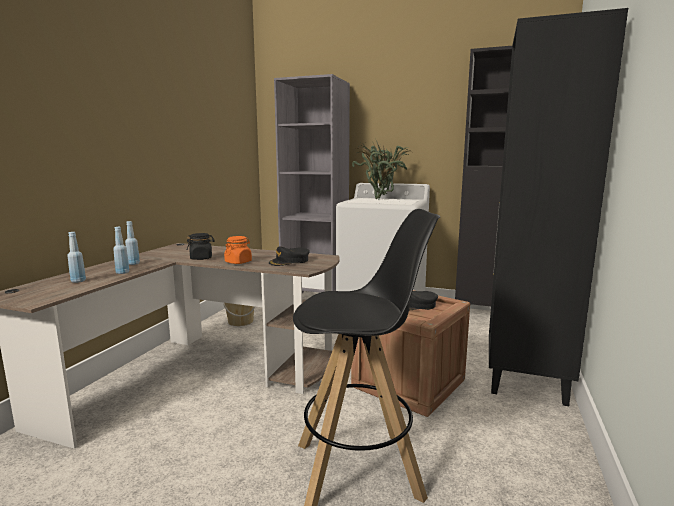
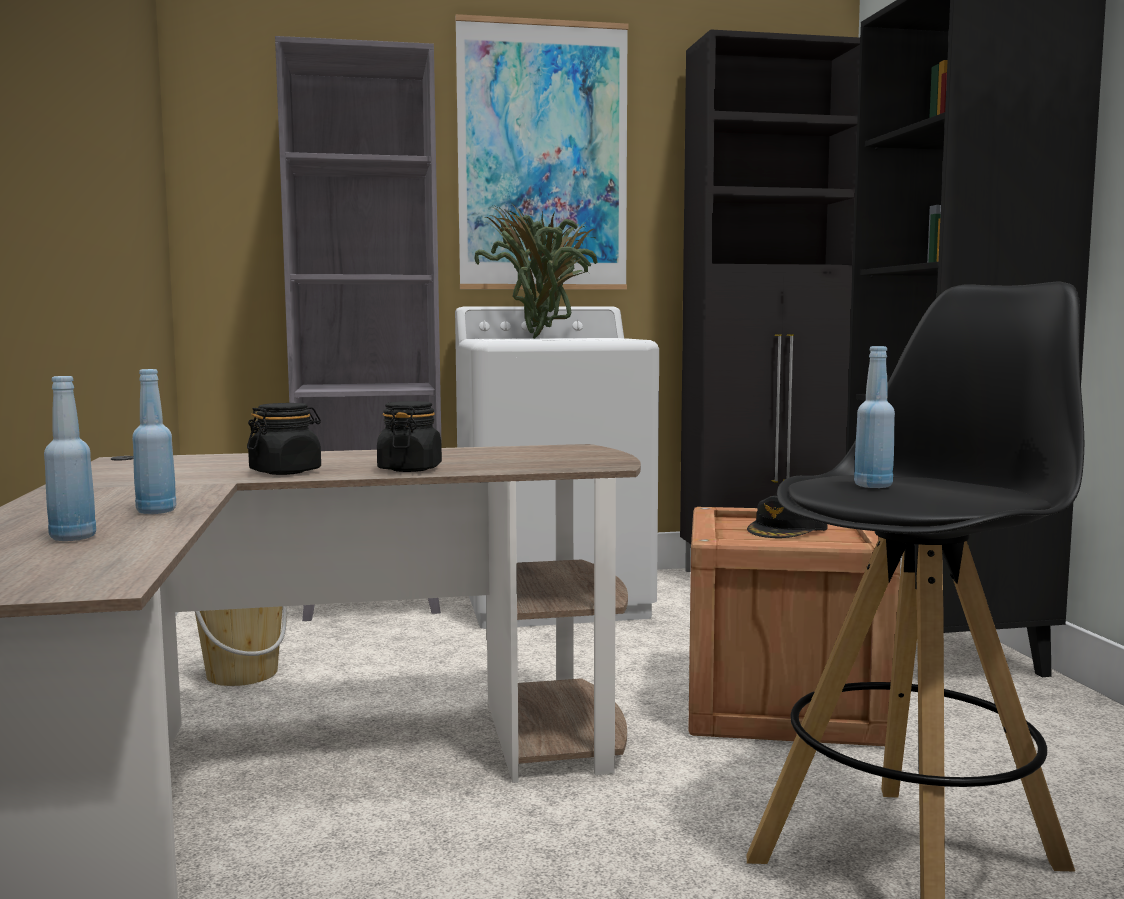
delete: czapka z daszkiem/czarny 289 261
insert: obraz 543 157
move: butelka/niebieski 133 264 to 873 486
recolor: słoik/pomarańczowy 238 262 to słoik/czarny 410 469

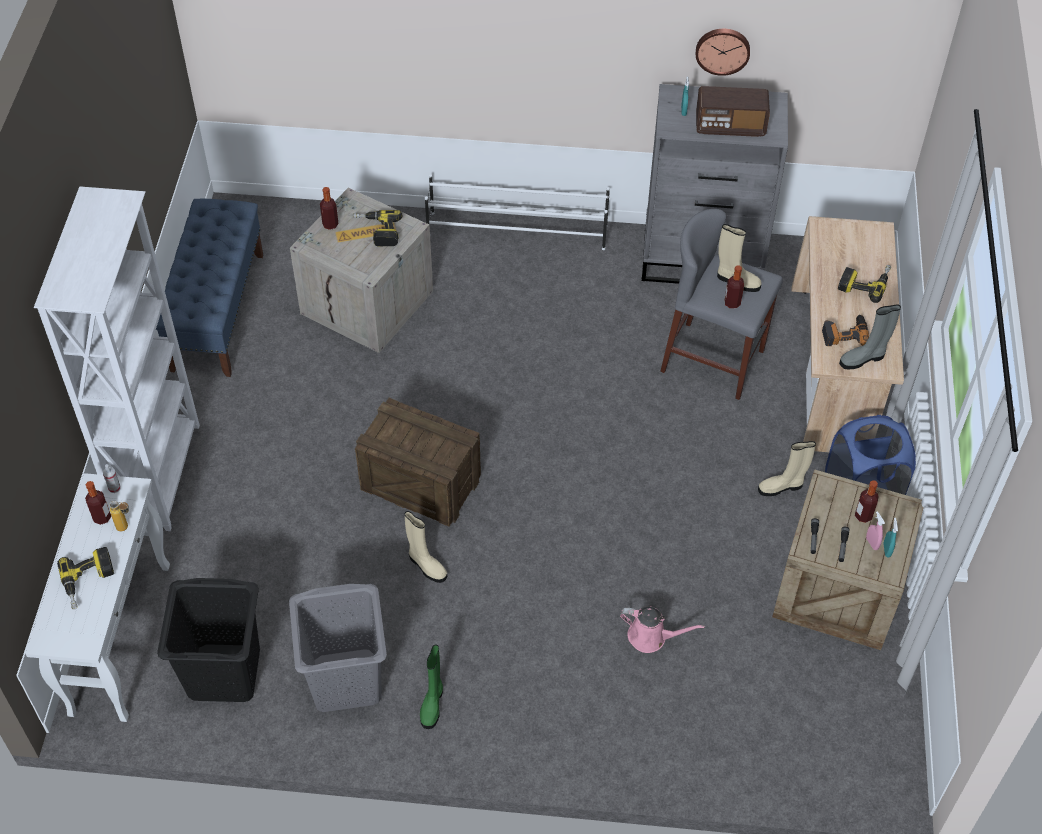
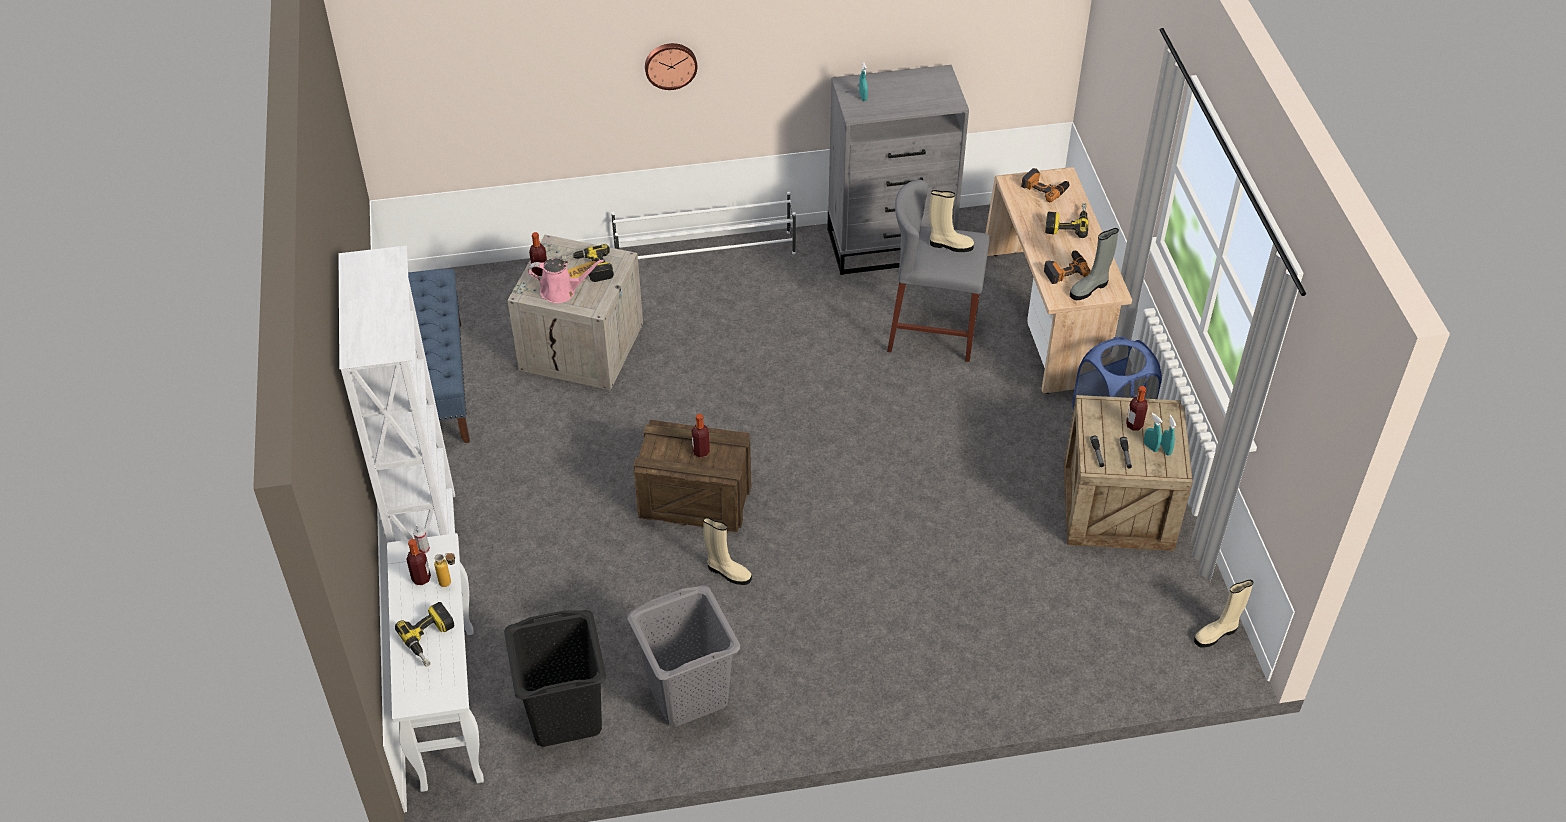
delete: but z cholewką/zielony 432 704; radio 730 126
insert: wiertarka 1045 188
move: konewka/różowy 651 637 to 561 291; zegar ścienny 722 50 to 670 64; butelka 732 303 to 701 452; but z cholewką/beżowy 781 487 to 1217 634
recolor: spryskiwacz/różowy 872 543 to spryskiwacz/turkusowy 1150 447

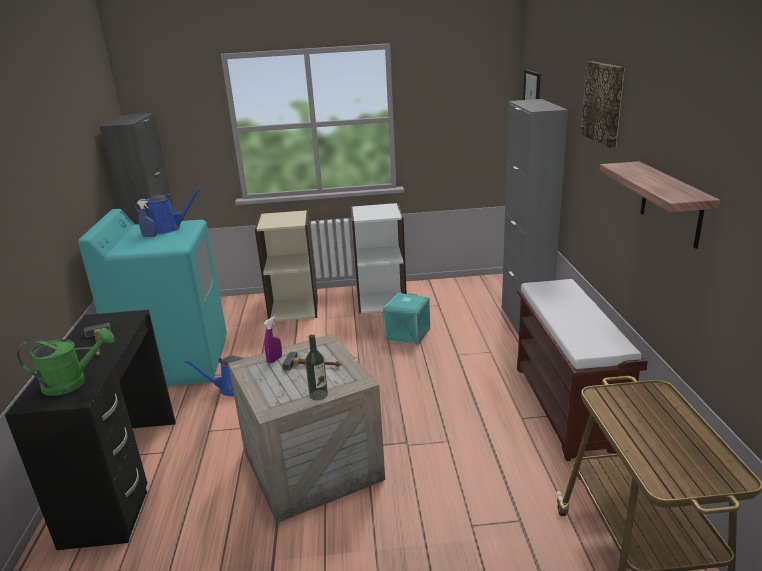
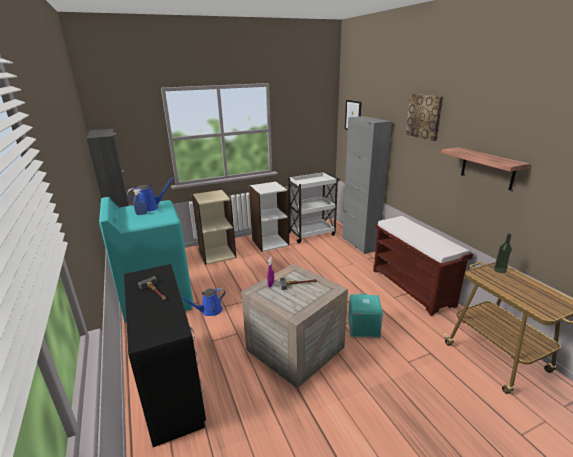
delete: konewka/zielony 73 382
insert: wózek/biały 312 234
move: butelka 318 395 to 500 270; pojemnik do przechowywania/turkusowy 408 334 to 364 327

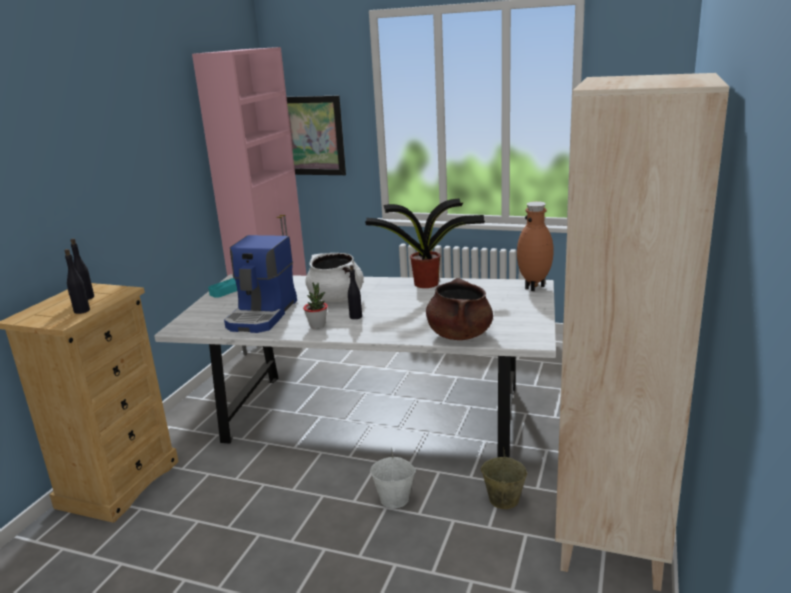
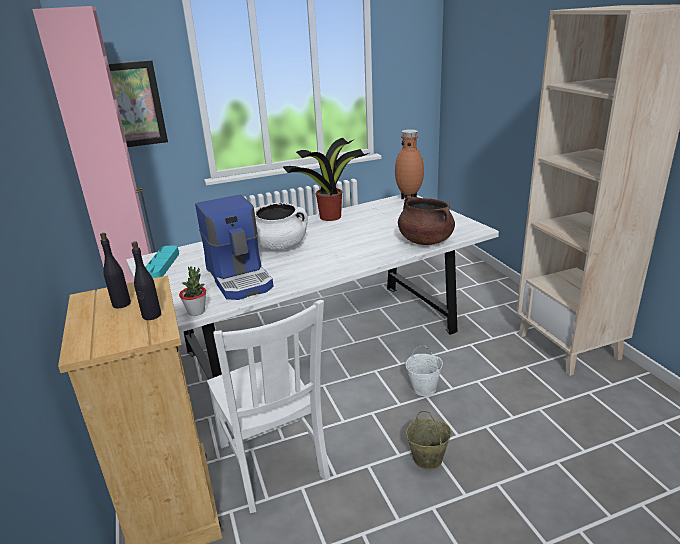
delete: butelka/czarny 355 316
insert: krzesło/biały 274 464
move: roślina doniczkowa 317 325 to 196 312; wiadro/beżowy 503 499 to 427 458

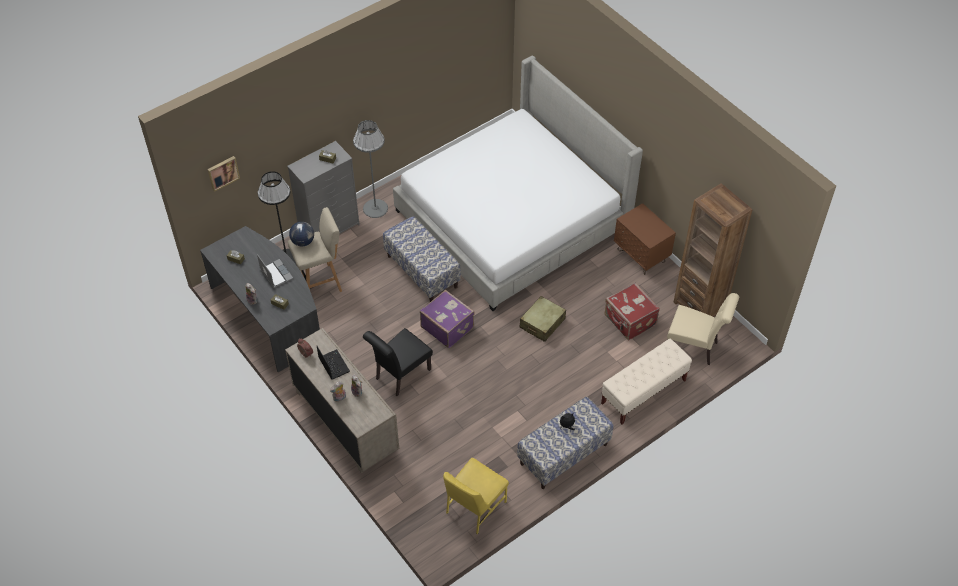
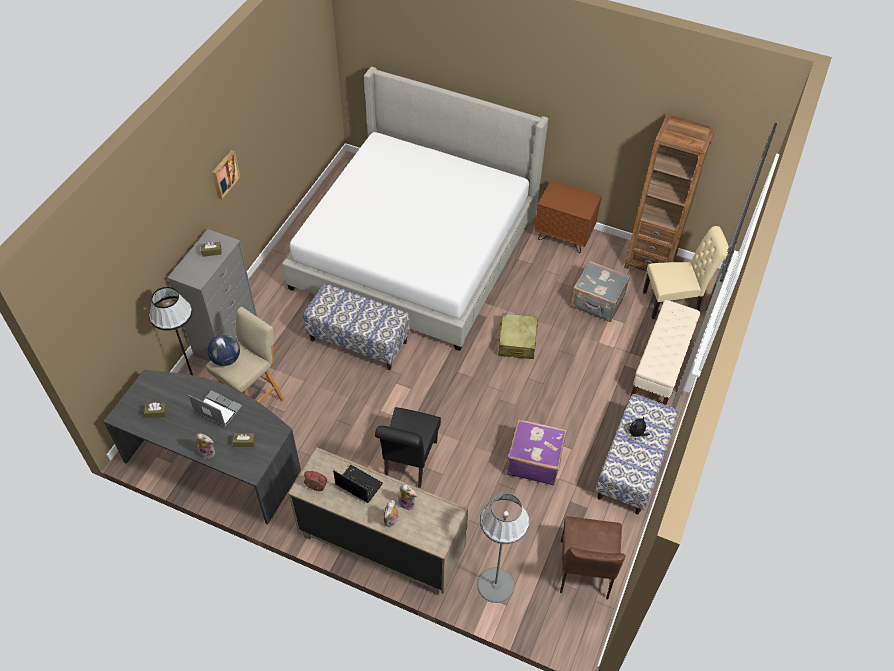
move: obraz 223 172 to 224 174; lampa stojąca/szary 375 208 to 496 585; walizka/fioletowy 447 327 to 534 460
recolor: krzesło/żółty 474 507 to krzesło/brązowy 585 570; walizka/czerwony 629 321 to walizka/szary 597 303

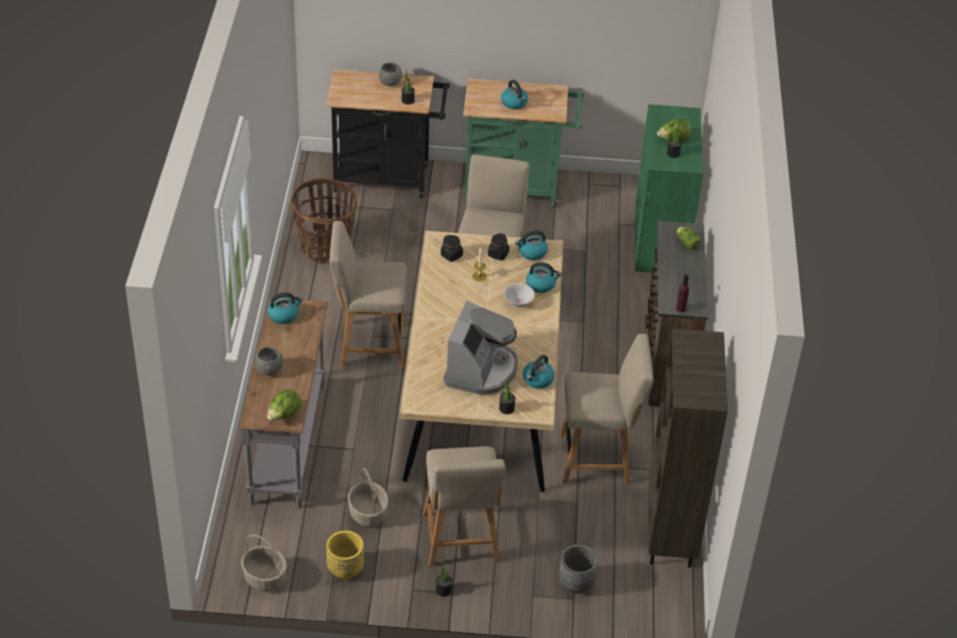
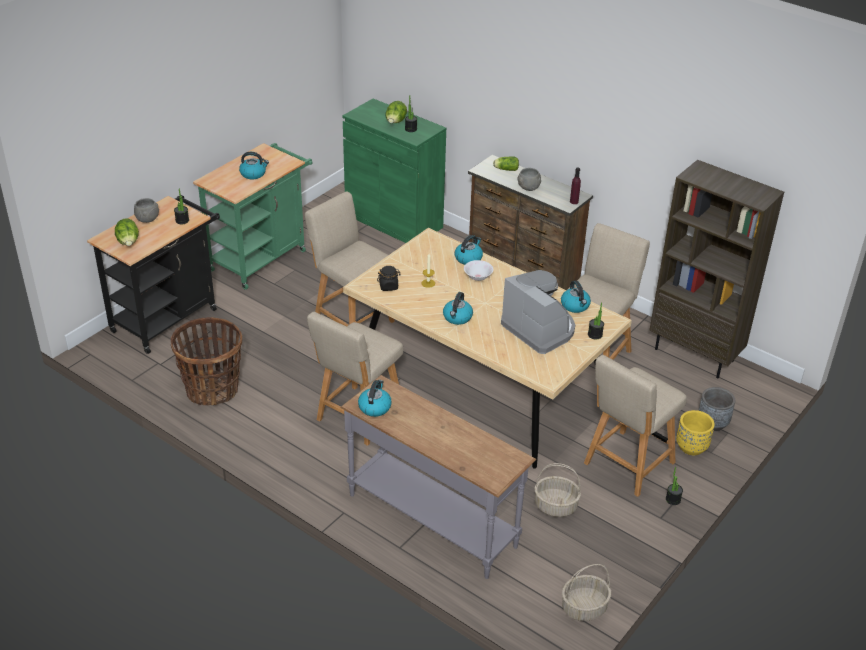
delete: słoik/czarny 498 254
move: miska/szary 269 370 to 528 188; sałata 284 415 to 128 243; donica/żółty 345 569 to 691 447; czajnik 532 253 to 457 318
rotate: krzesło/beżowy 461 541 = 626 465 105 degrees clockwise

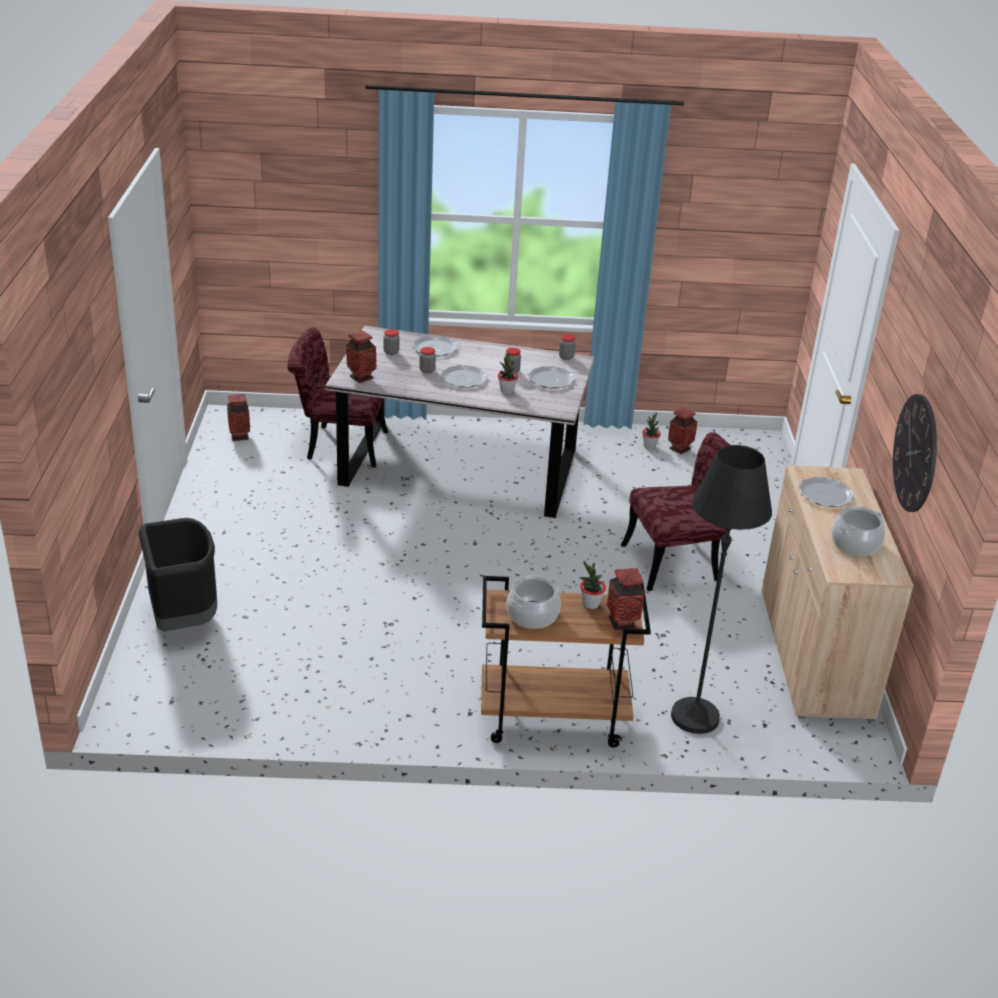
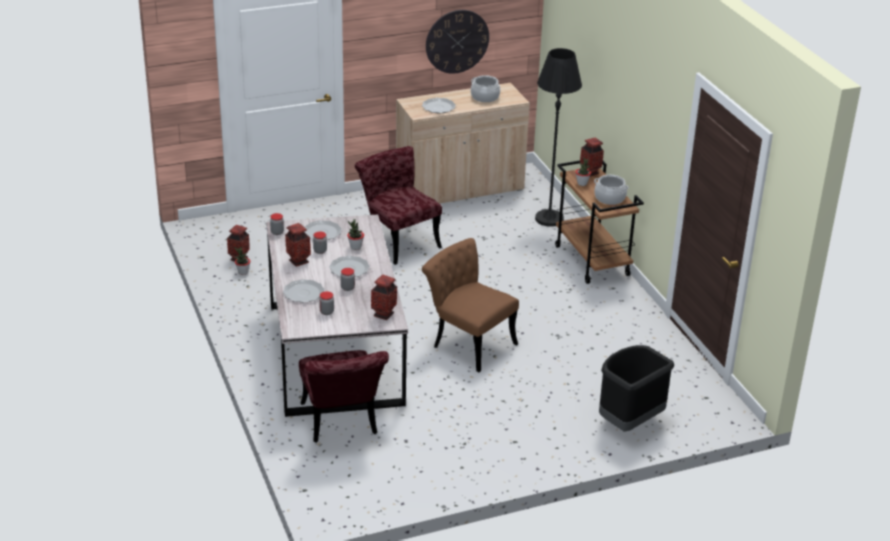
insert: krzesło/brązowy 468 342
move: wazon 239 436 to 298 261

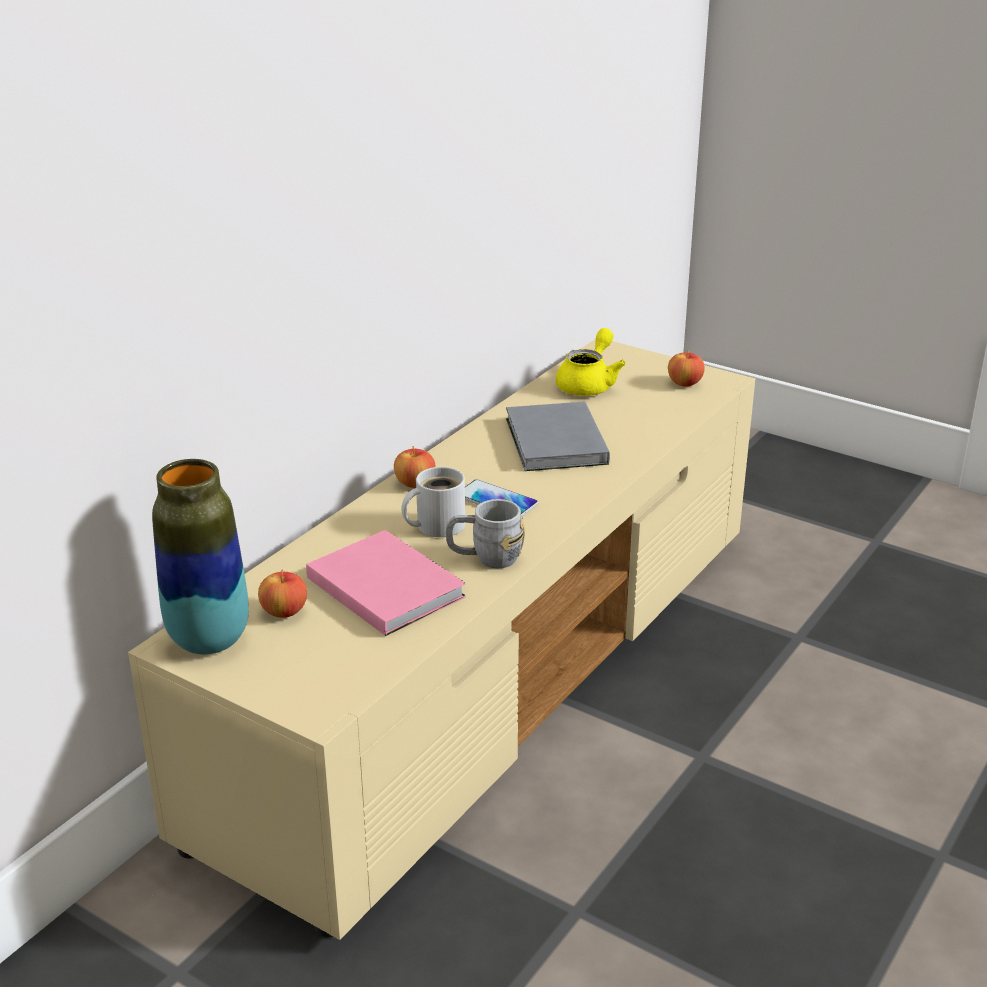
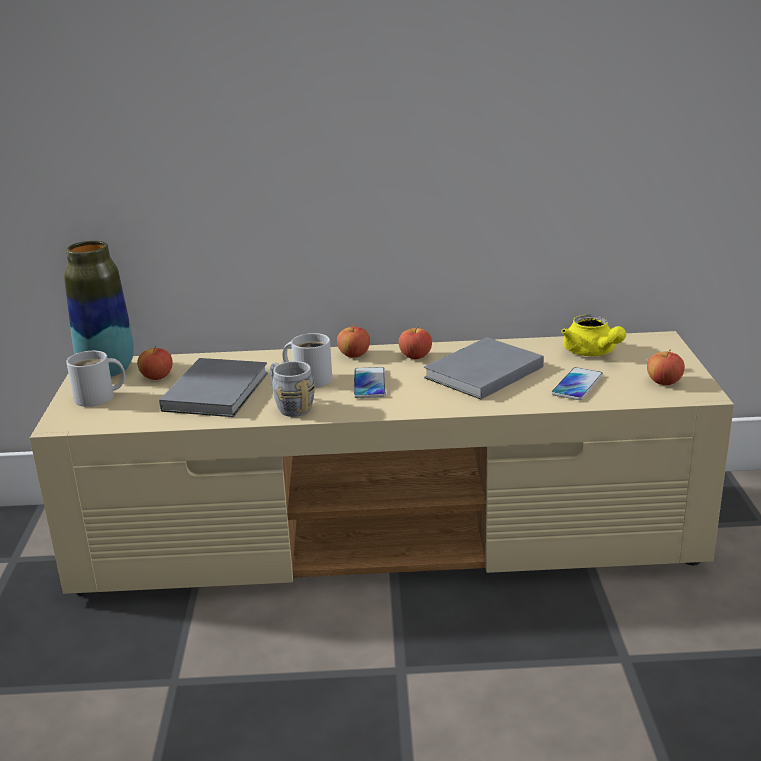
insert: kubek/biały 98 398; jabłko 415 356; telefon 577 385
recolor: książka/różowy 385 585 to książka/szary 219 390
rotate: imbryk/żółty 589 384 = 592 353 75 degrees clockwise

